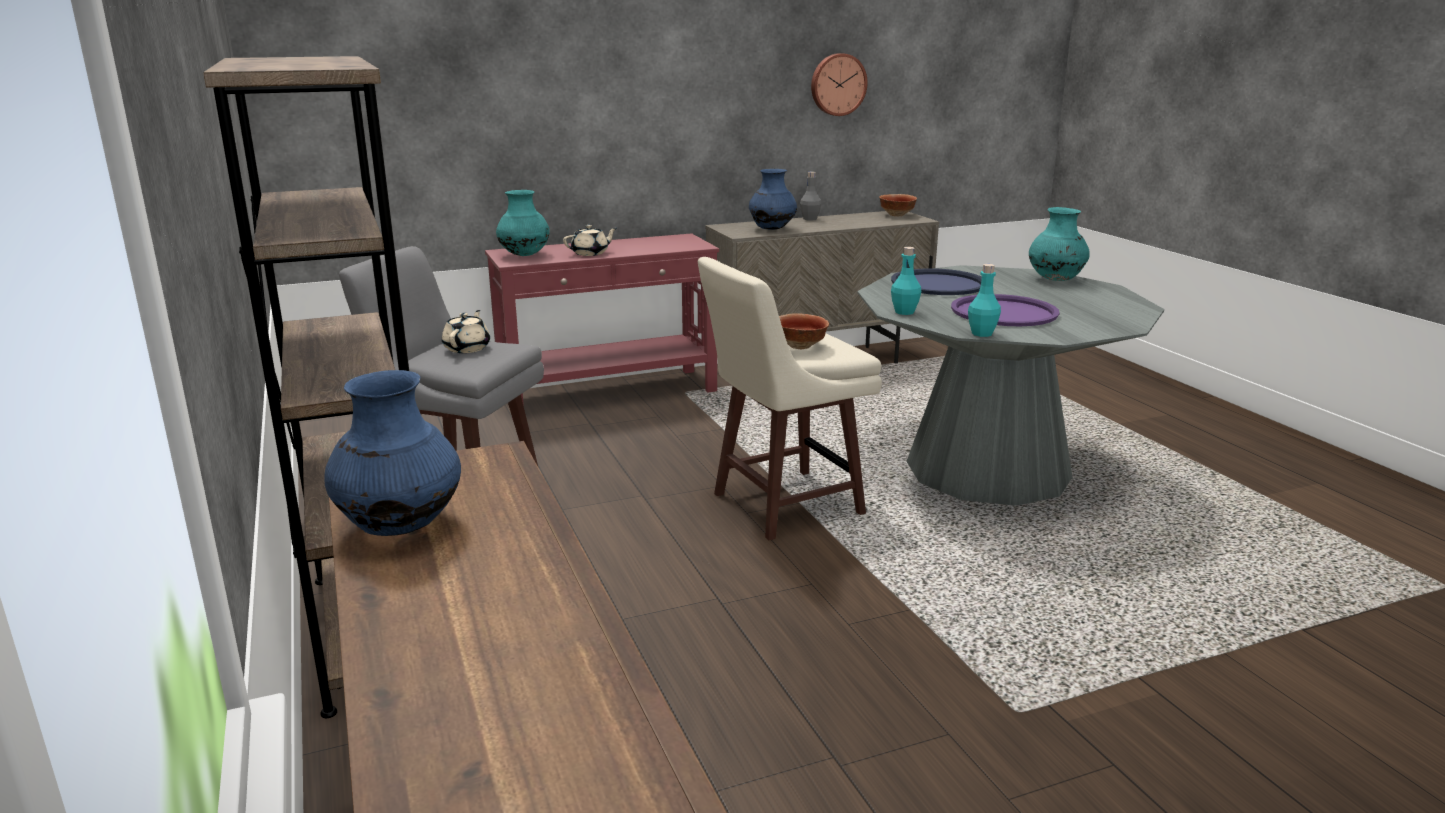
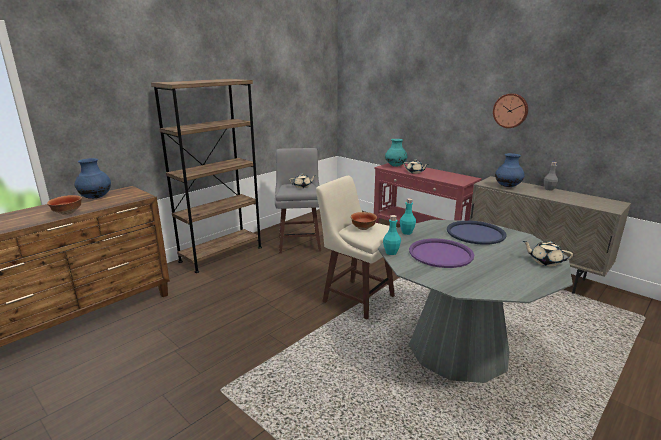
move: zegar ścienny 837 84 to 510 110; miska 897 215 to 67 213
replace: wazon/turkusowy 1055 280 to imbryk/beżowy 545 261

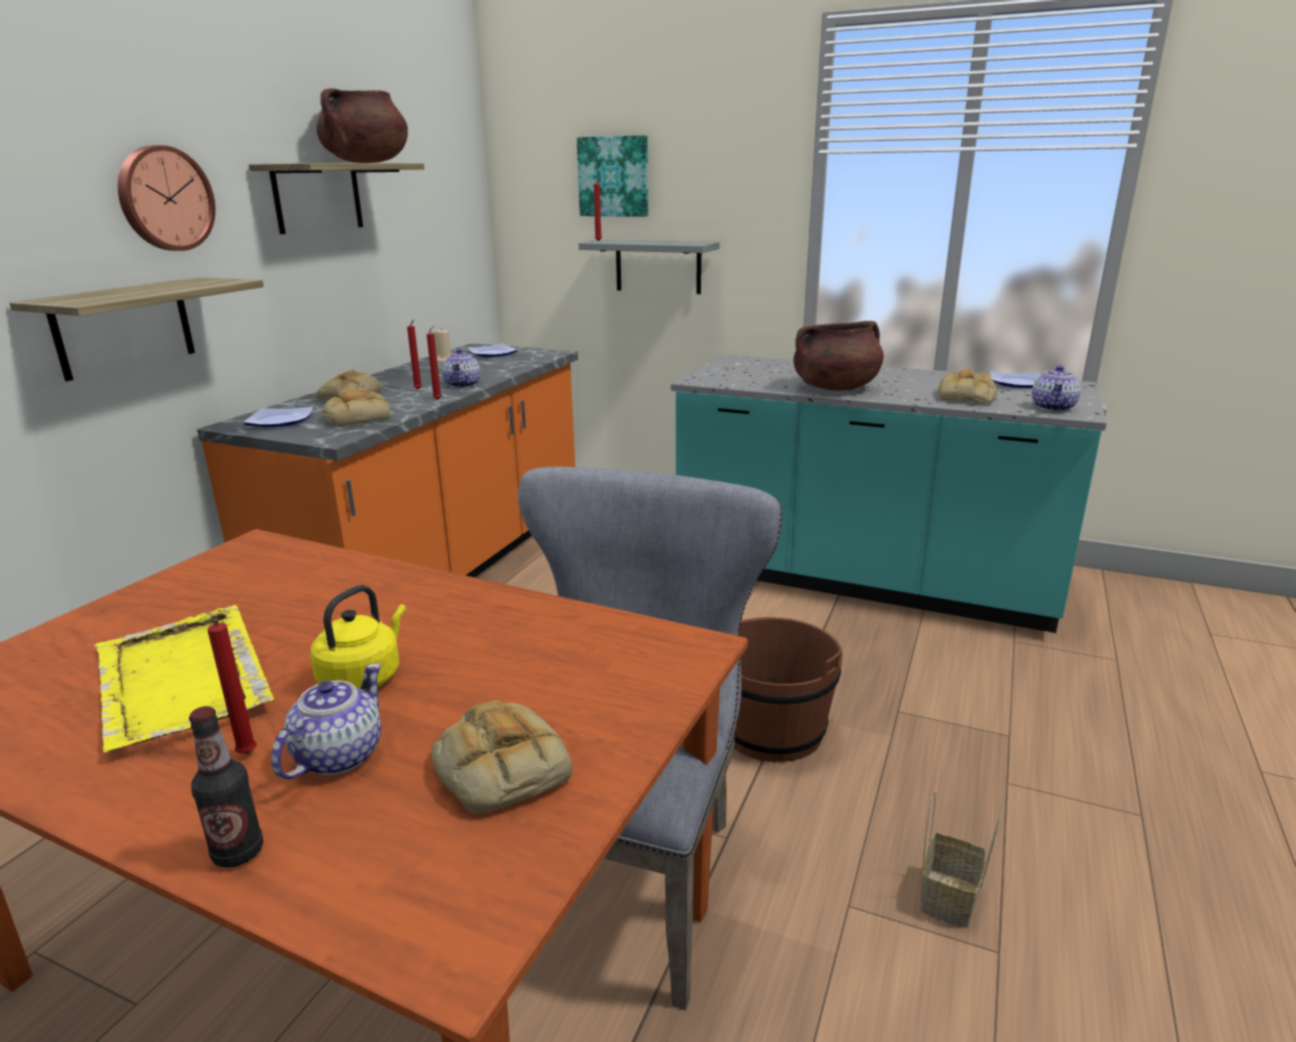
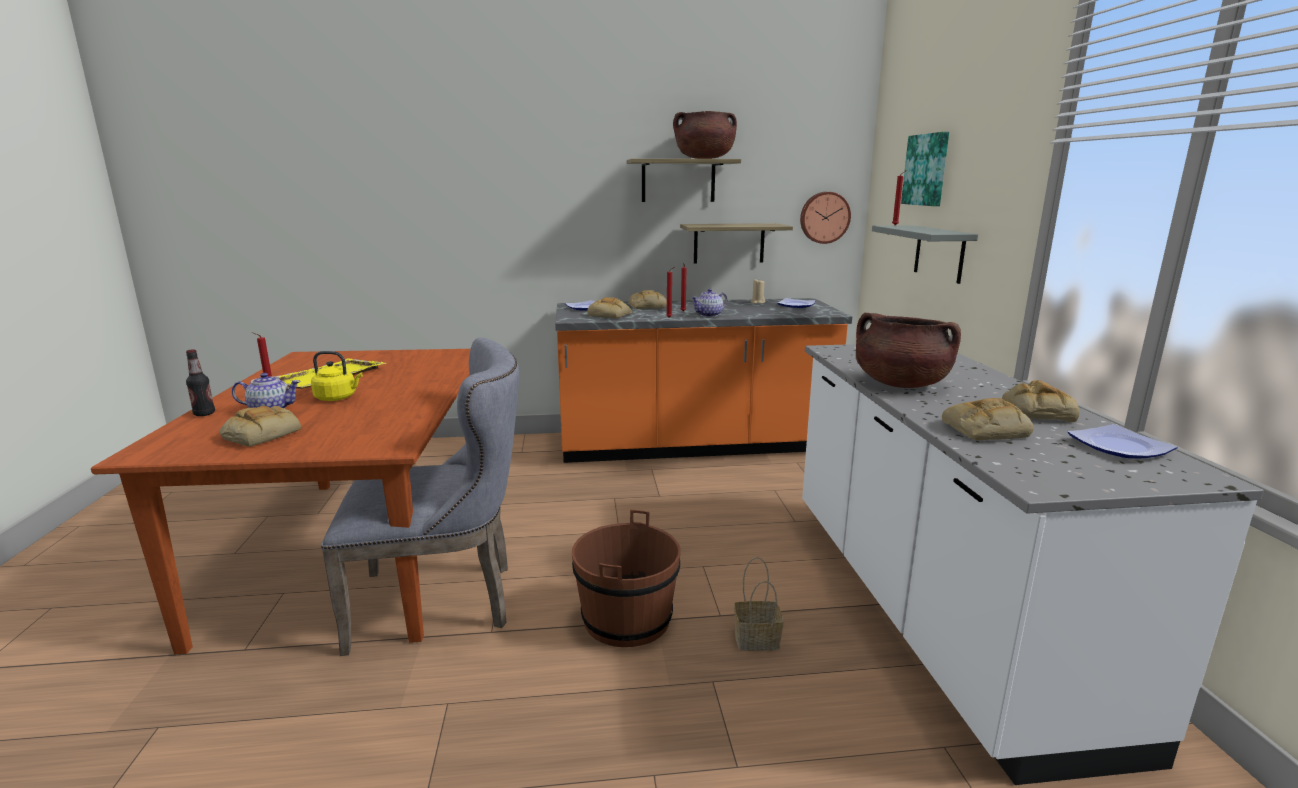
delete: imbryk 1053 407
insert: chleb 1036 411
move: półka 124 327 to 729 243; zegar ścienny 164 199 to 824 217; koszyk 949 900 to 755 640
recolor: zabudowa kuchenna/turkusowy 862 579 to zabudowa kuchenna/biały 932 610

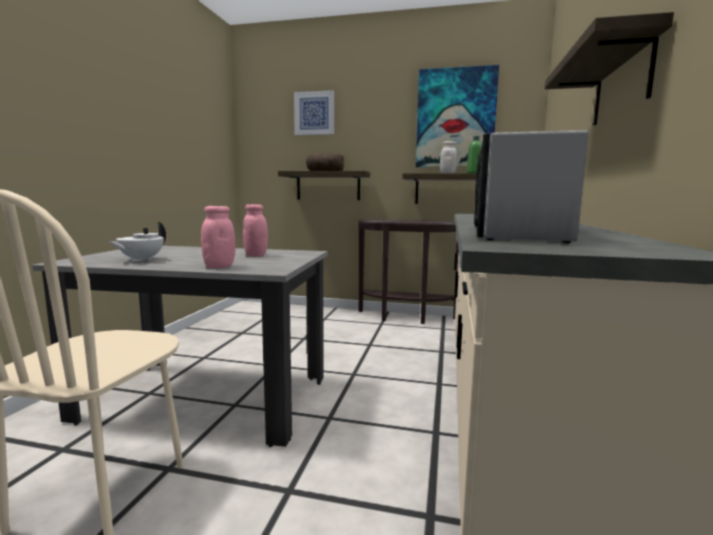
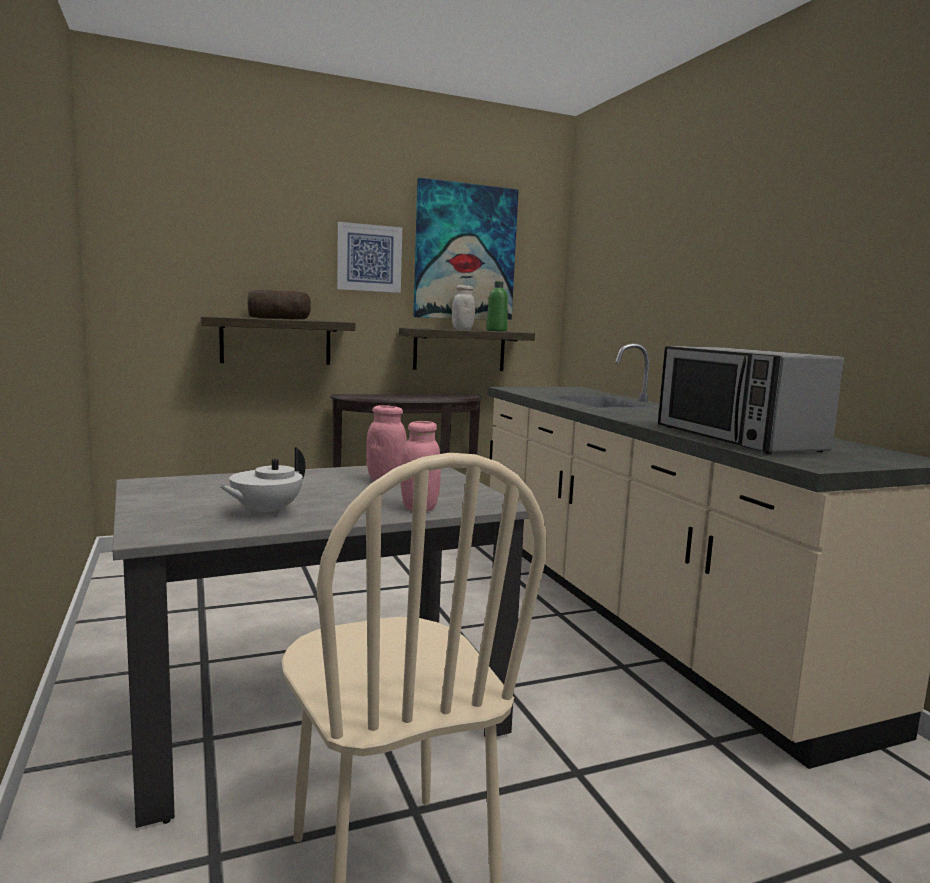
delete: półka 622 83
move: obraz 314 113 to 369 258
rotate: imbryk/biały 141 260 = 265 512 45 degrees clockwise

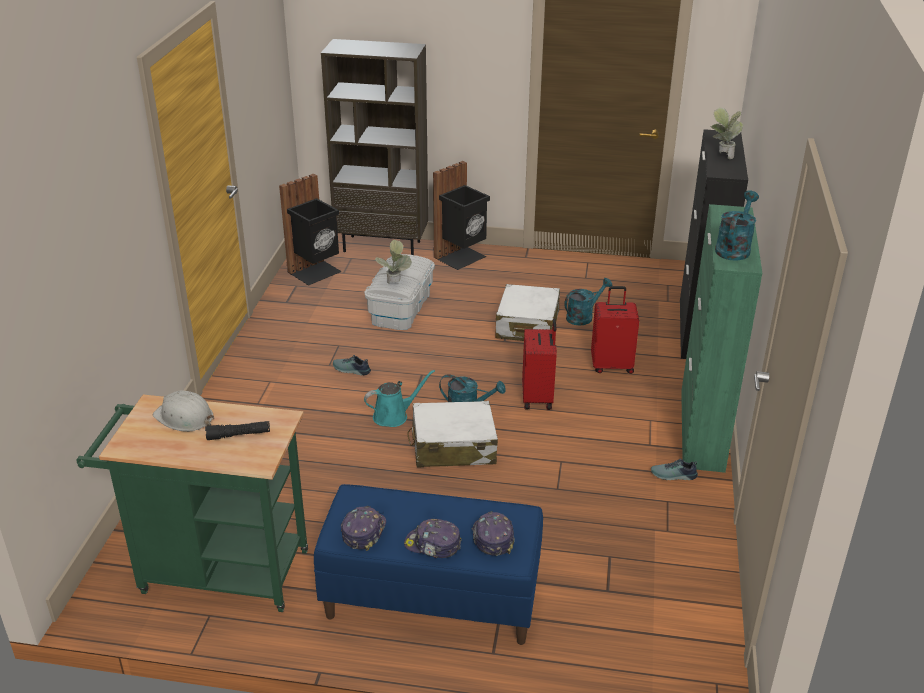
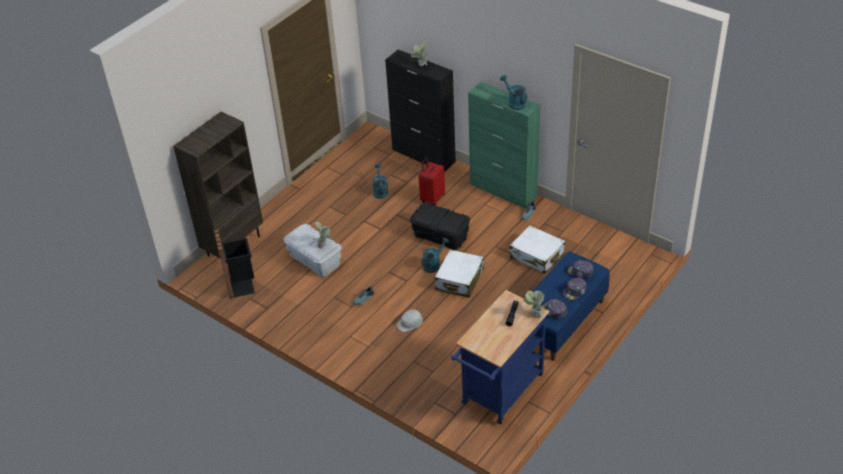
delete: konewka/turkusowy 394 416; kosz na śmieci/czarny 462 257
insert: roślina doniczkowa 534 314
move: kask/biały 184 417 to 410 322; walizka/biały 527 325 to 537 256
replace: walizka/czerwony 538 398 to pojemnik do przechowywania/czarny 441 235
recolor: wózek/zielony 215 571 to wózek/niebieski 499 393

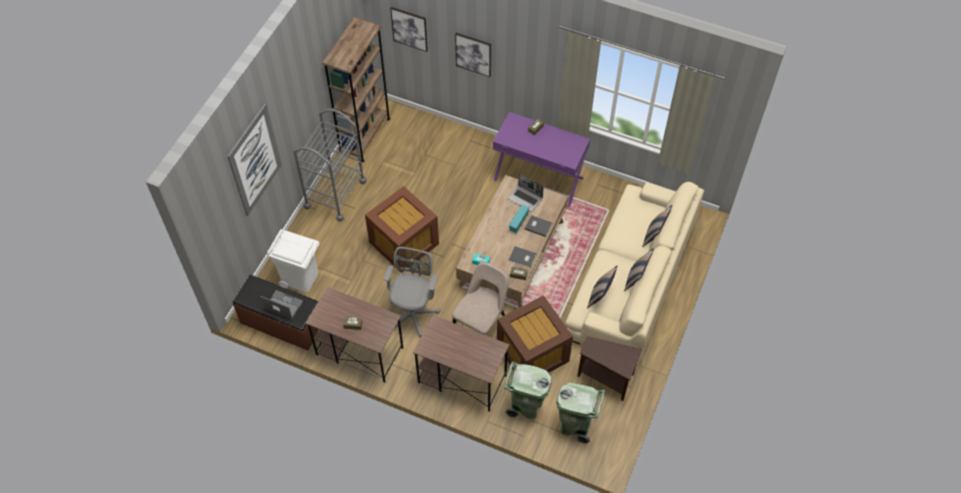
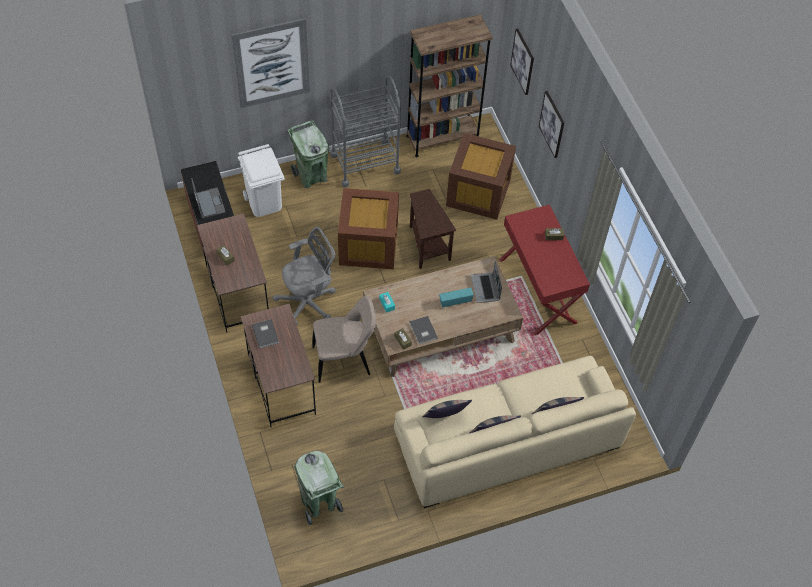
move: pojemnik do przechowywania/brązowy 533 352 to 479 192; kosz na śmieci/zielony 525 405 to 311 176; książka/szary 538 226 to 266 333; stolik/brązowy 607 379 to 427 247
recolor: biurko/fioletowy 539 178 to biurko/czerwony 538 290

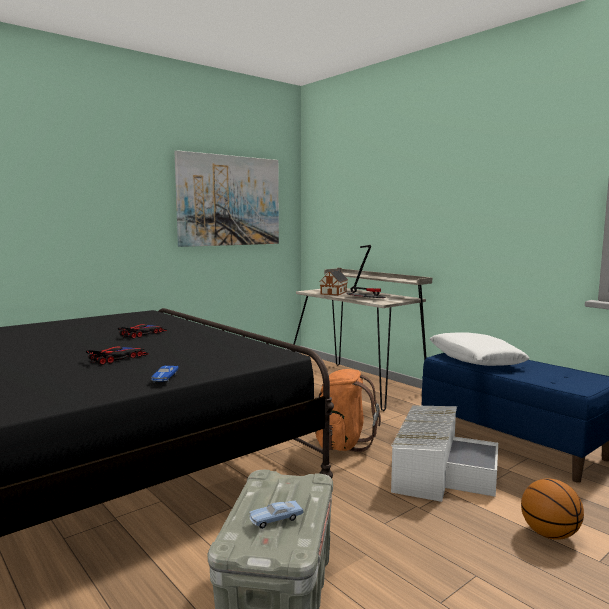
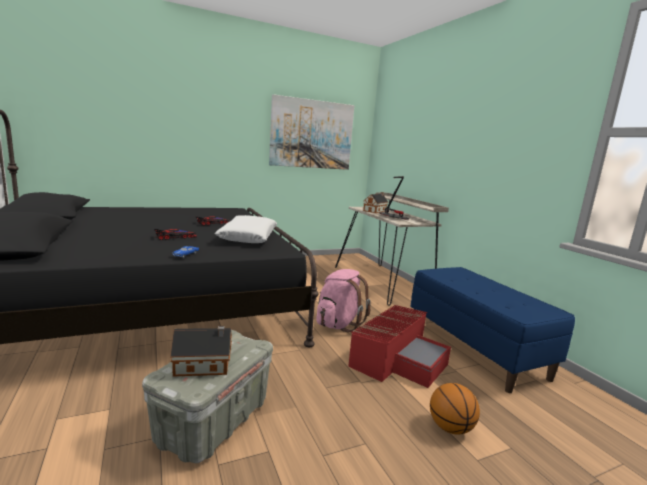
move: poduszka/biały 475 359 to 248 237
replace: samochodzik/niebieski 275 519 to domek 204 366
recolor: plecak/pomarańczowy 341 444 to plecak/różowy 338 324; pojemnik do przechowywania/biały 440 471 to pojemnik do przechowywania/czerwony 398 359

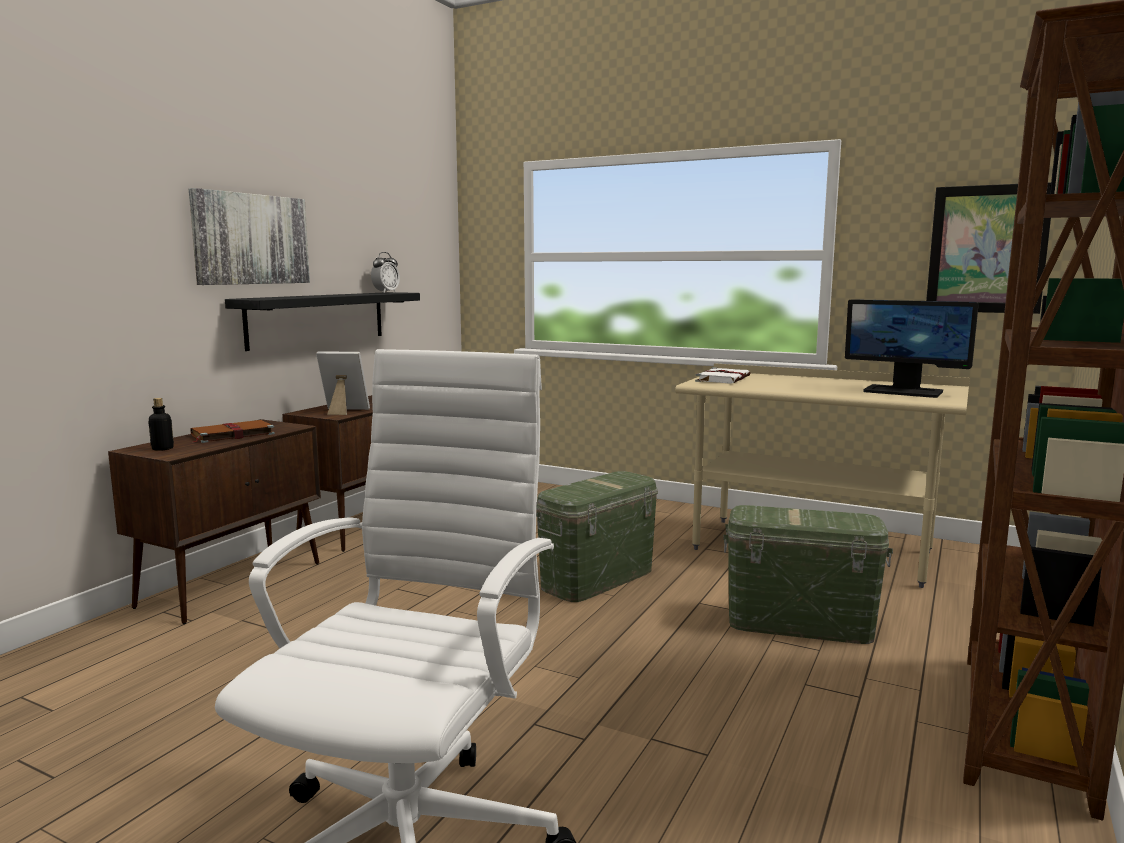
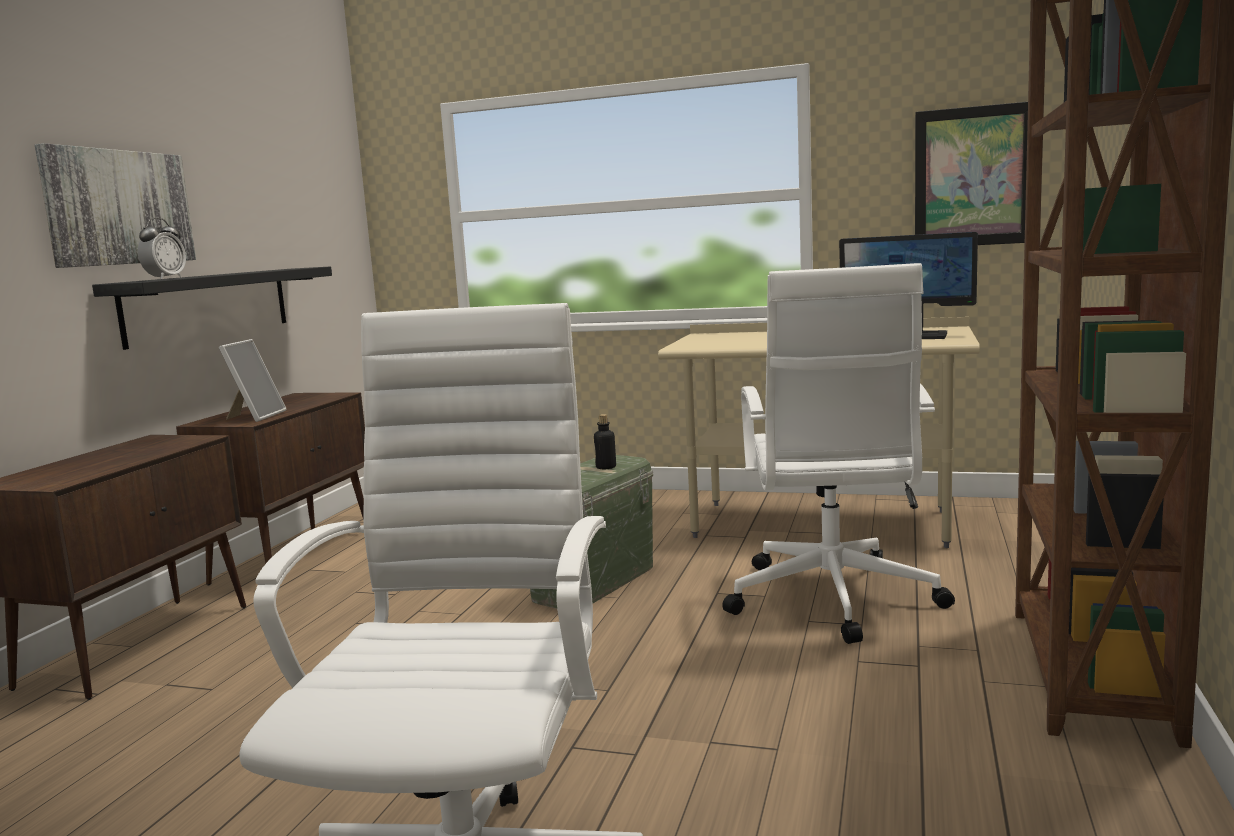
delete: książka/brązowy 231 434; książka/biały 723 379
move: butelka 162 448 to 606 467; budzik 386 292 to 165 278
replace: pojemnik do przechowywania/zielony 799 624 to krzesło biurowe/biały 832 600
rotate: ramka na zdjęcie 343 411 = 255 416 105 degrees clockwise

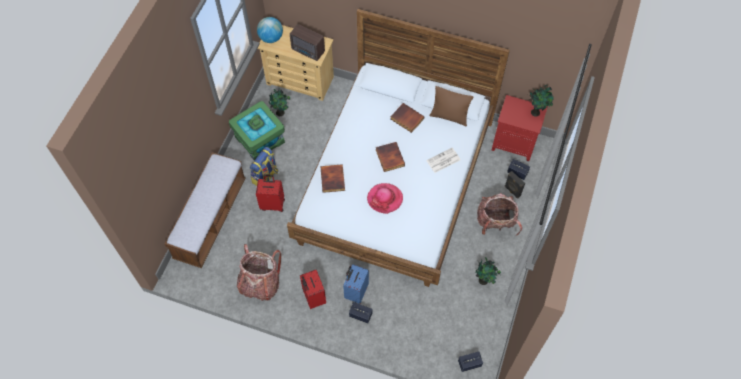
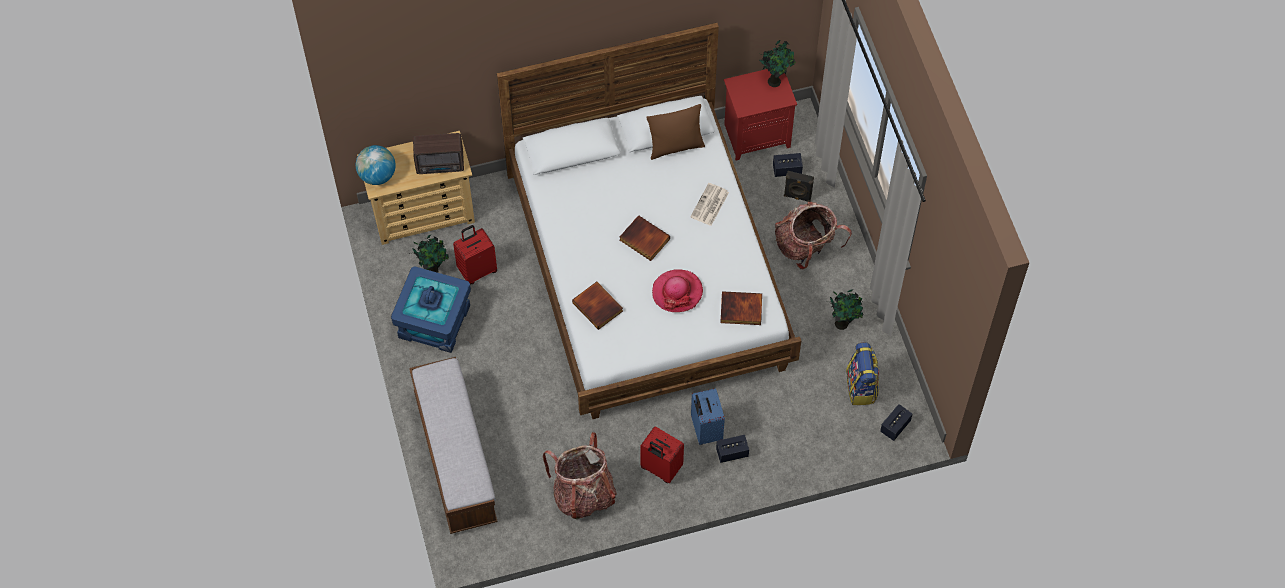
move: plecak 265 177 to 861 387; walizka/czerwony 273 204 to 477 270; książka 406 119 to 740 310
recolor: pojemnik do przechowywania/zielony 260 140 to pojemnik do przechowywania/niebieski 434 322

